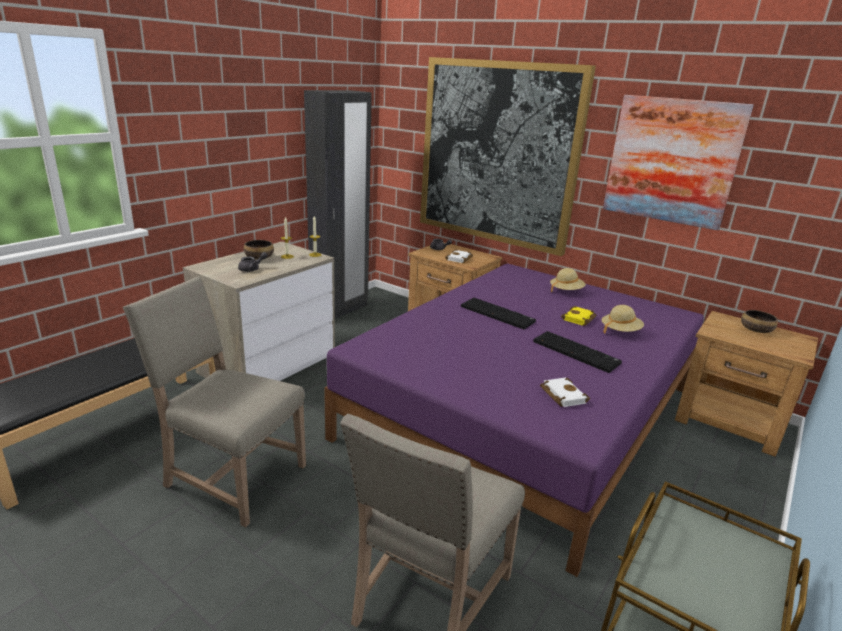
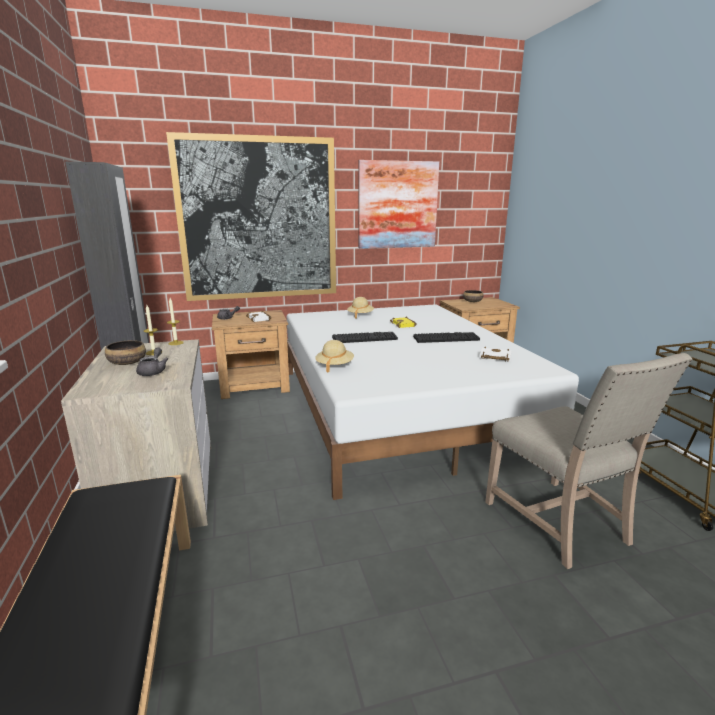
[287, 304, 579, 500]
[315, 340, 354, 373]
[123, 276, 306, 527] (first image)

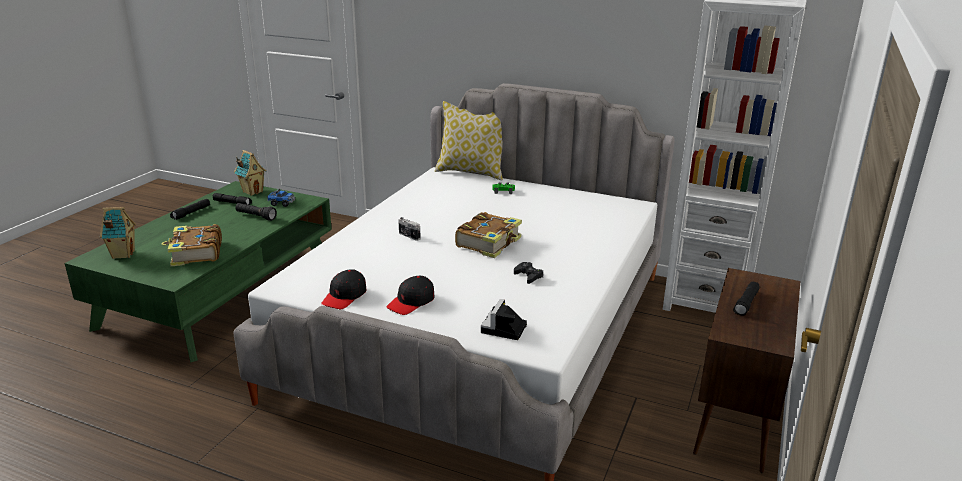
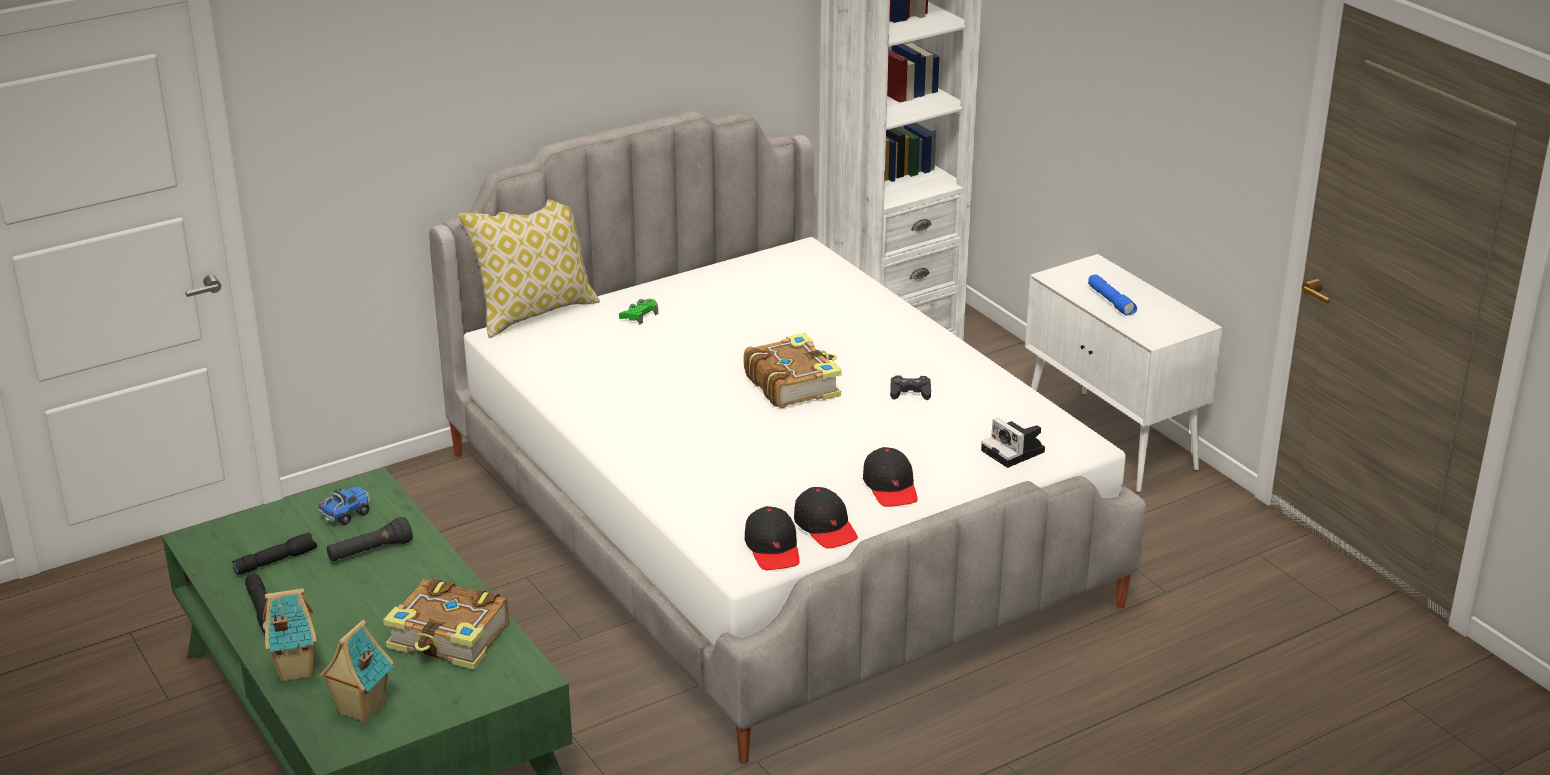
[263, 588, 317, 682]
[744, 506, 800, 570]
[1025, 254, 1222, 493]
[1088, 274, 1137, 316]
[398, 217, 421, 240] (first image)

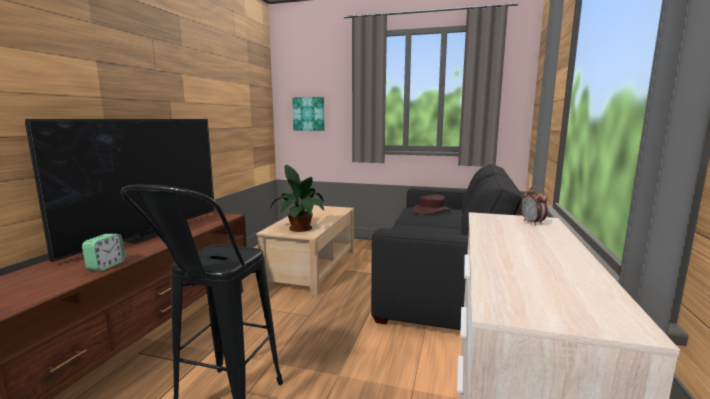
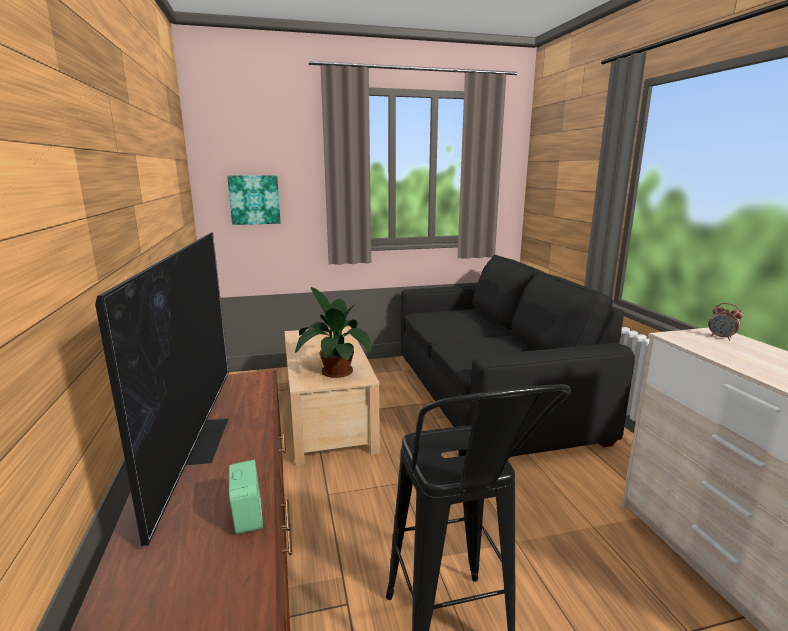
[412, 195, 450, 215] (first image)

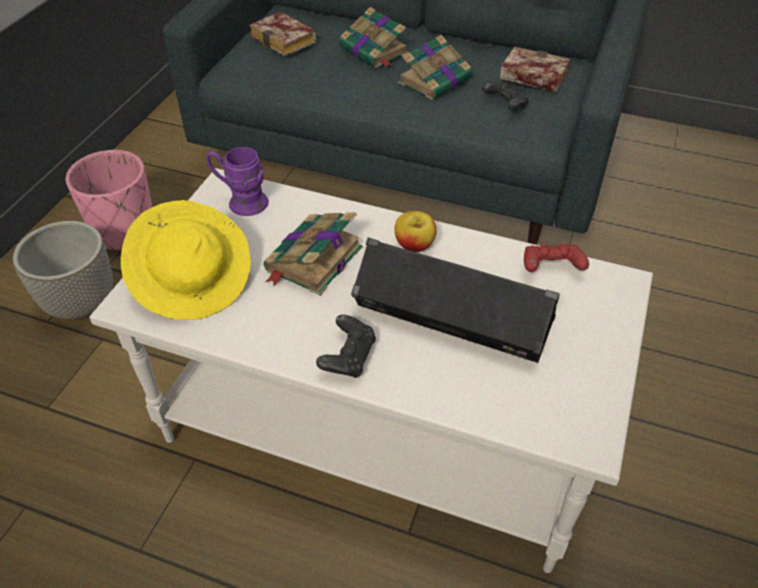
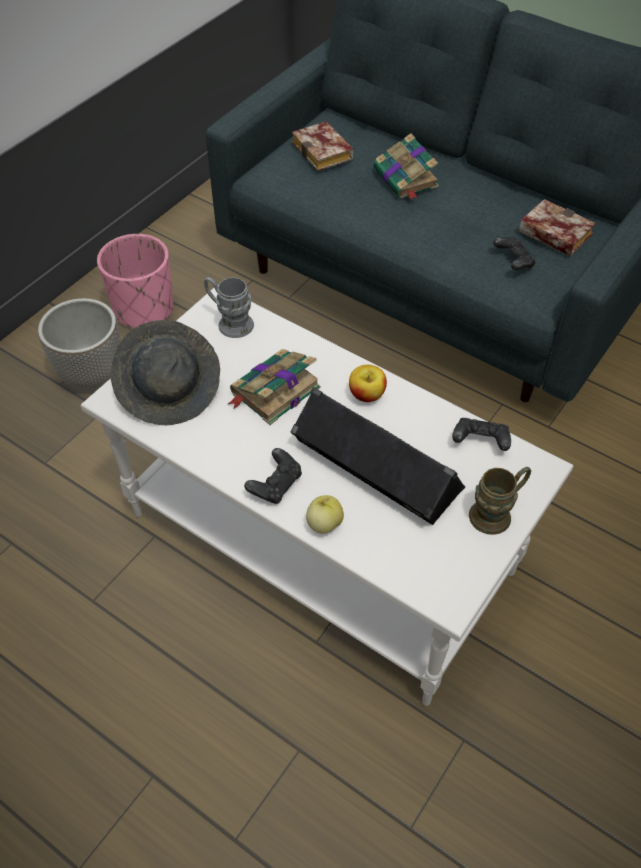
[111, 320, 220, 425]
[204, 277, 254, 338]
[306, 495, 344, 534]
[452, 418, 511, 451]
[469, 467, 531, 535]
[398, 35, 472, 100] (first image)

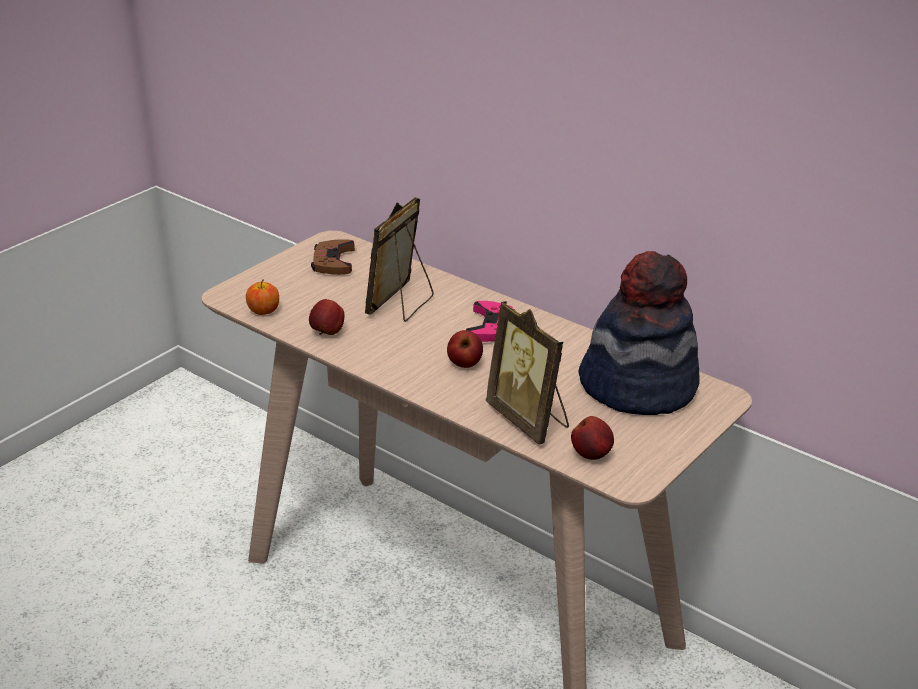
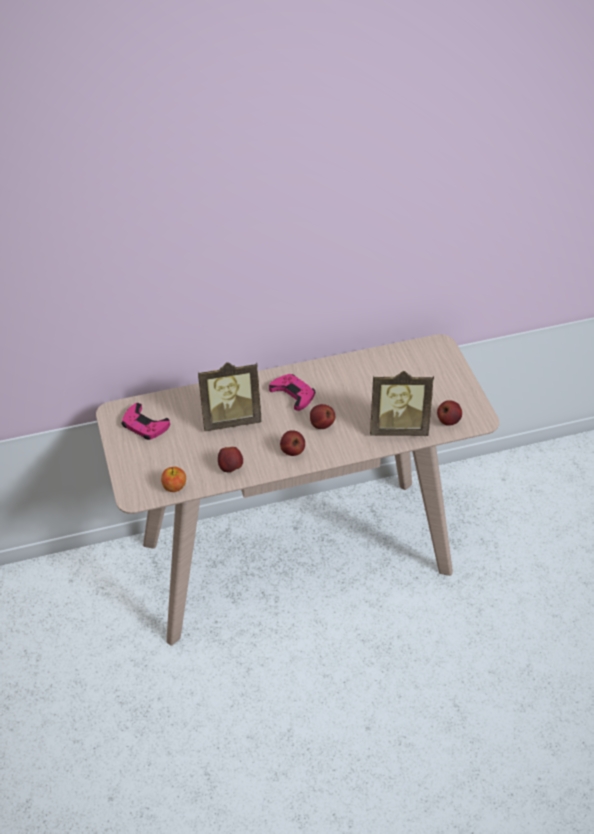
[121, 403, 170, 440]
[198, 362, 261, 431]
[280, 430, 305, 456]
[578, 251, 700, 415] (first image)

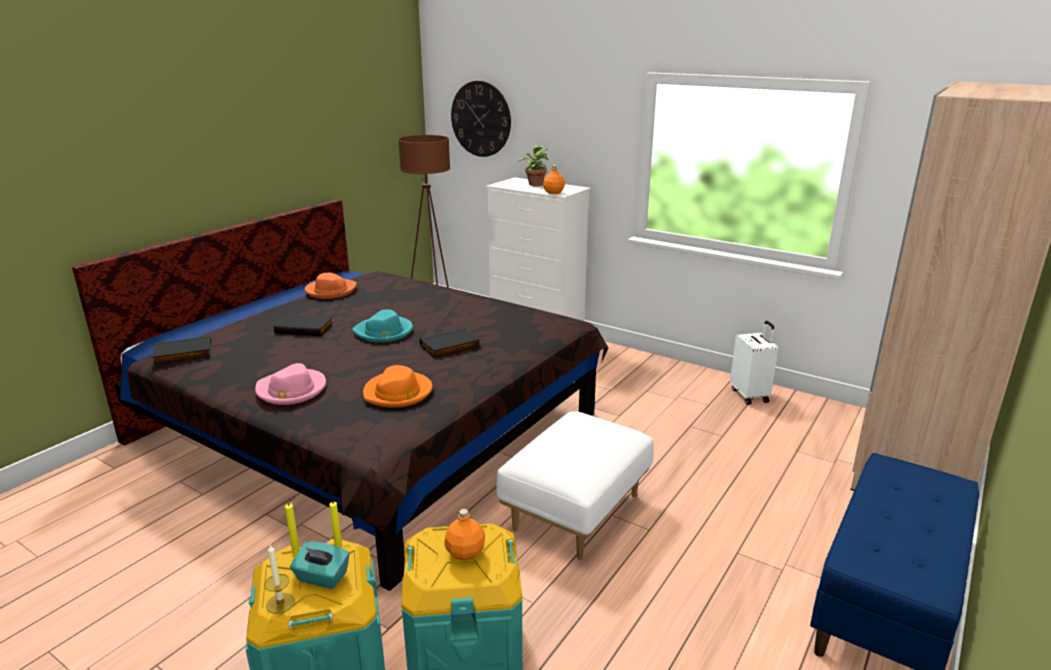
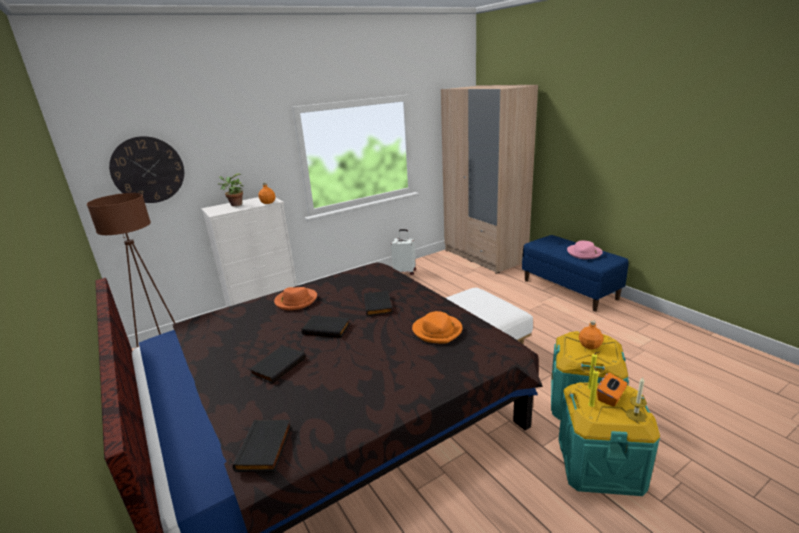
[274, 287, 317, 310]
[302, 315, 350, 338]
[567, 241, 603, 259]
[597, 373, 627, 407]

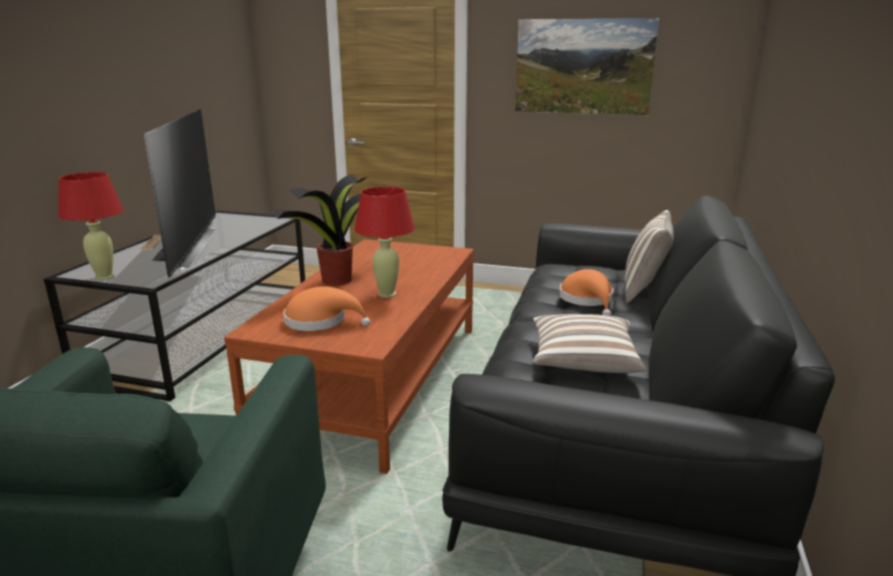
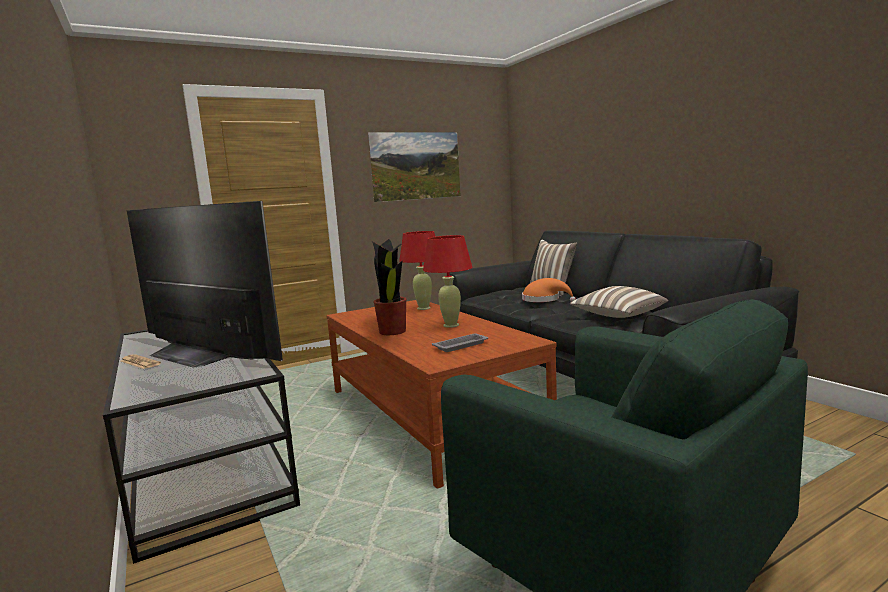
[399, 231, 436, 310]
[432, 333, 488, 352]

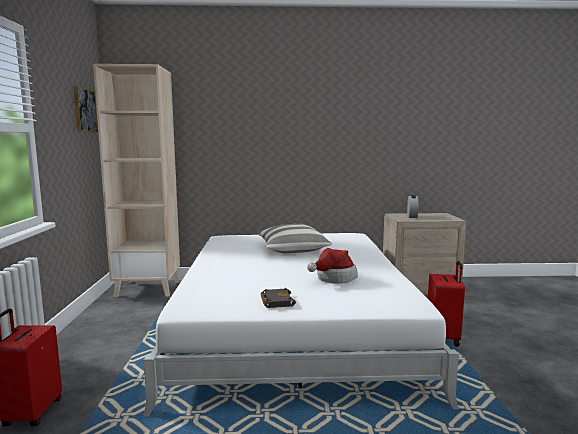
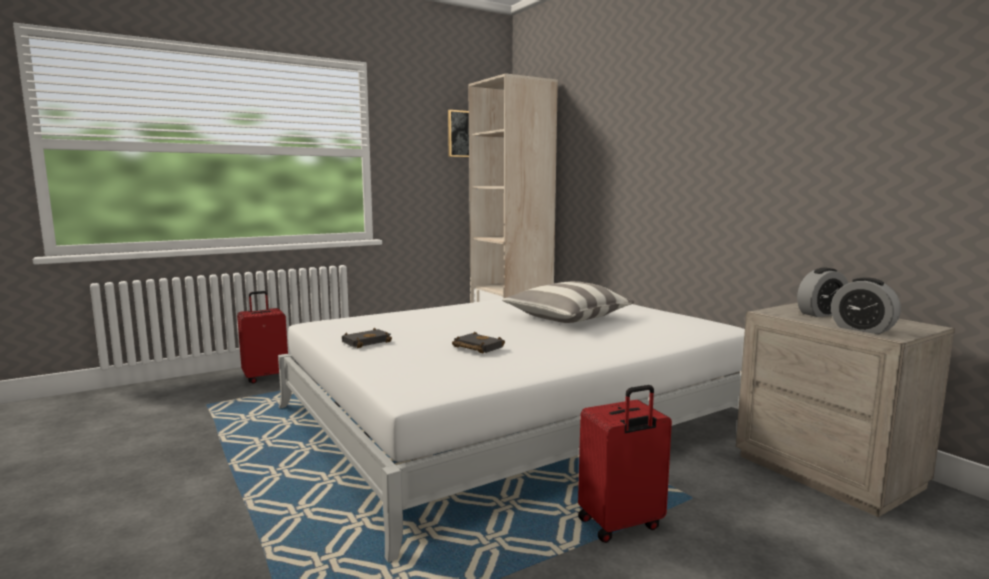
[452, 332, 505, 354]
[831, 277, 901, 334]

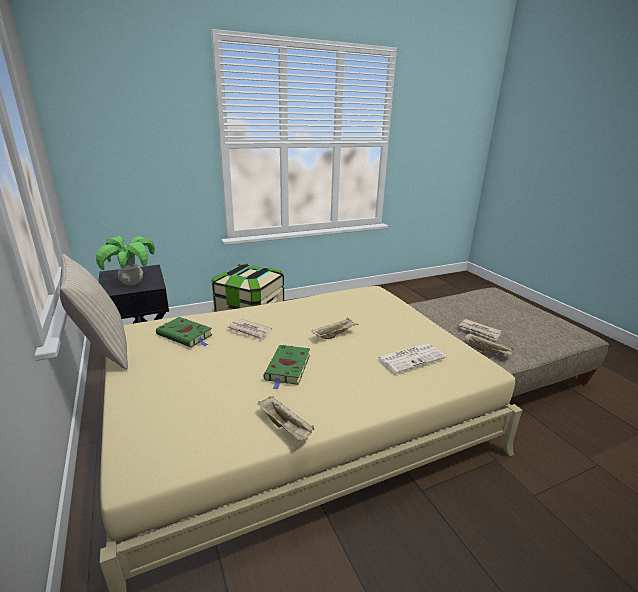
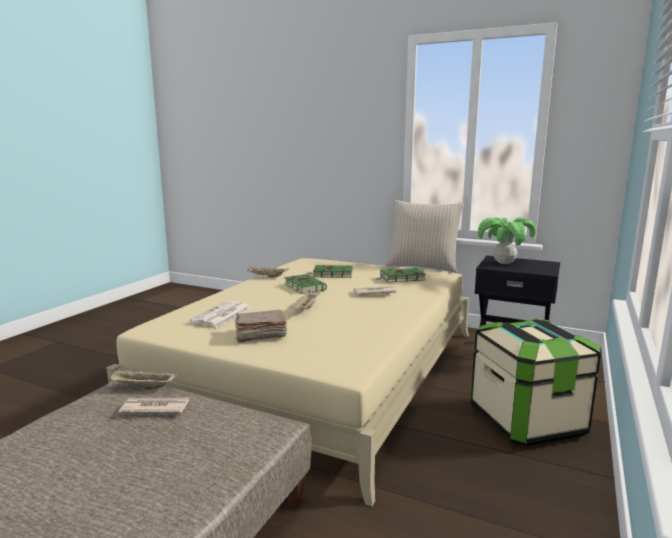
[235, 310, 287, 342]
[308, 265, 353, 278]

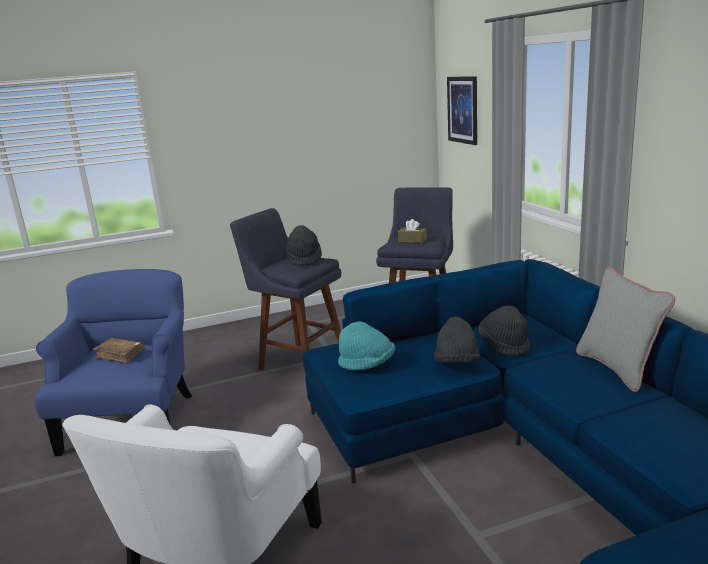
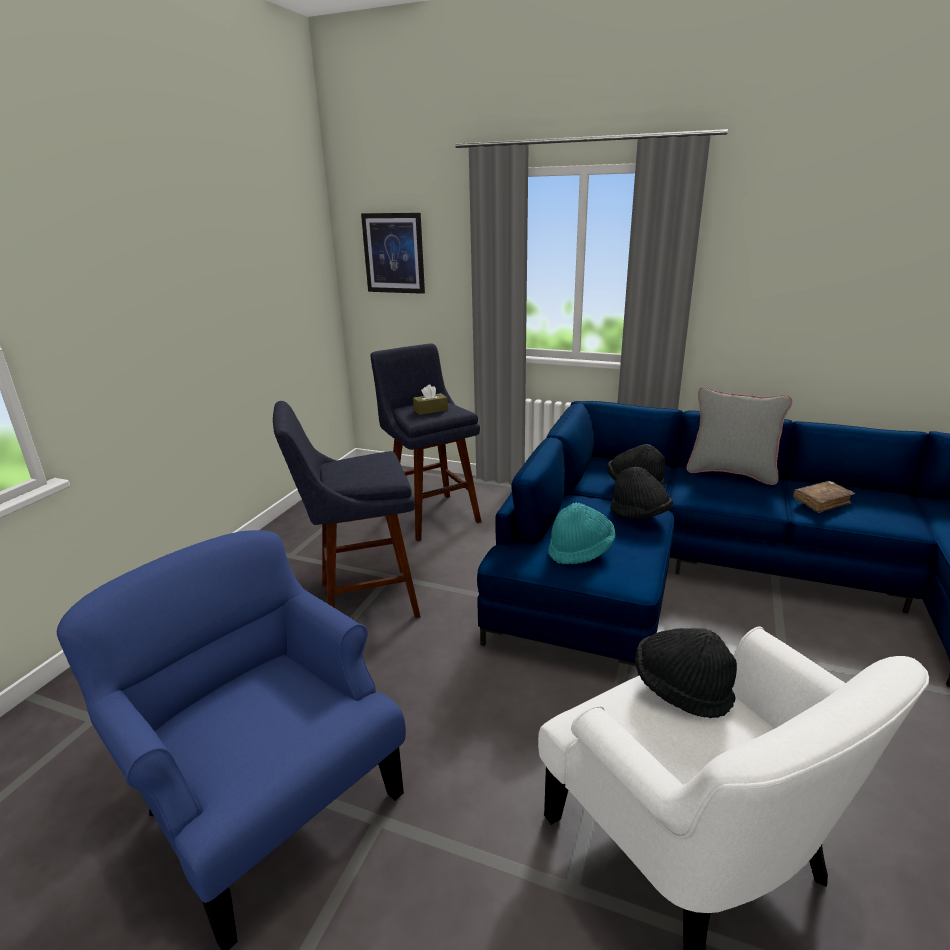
[635, 628, 737, 718]
[793, 481, 855, 513]

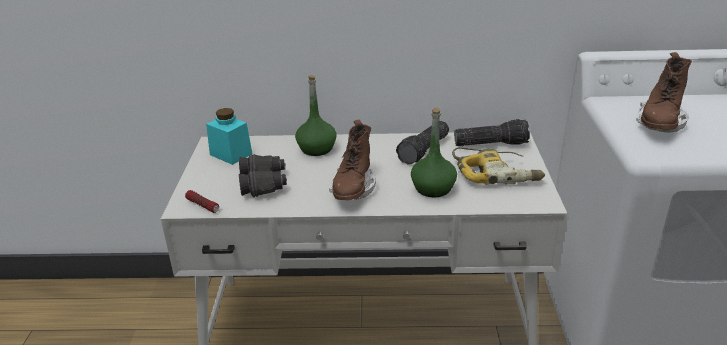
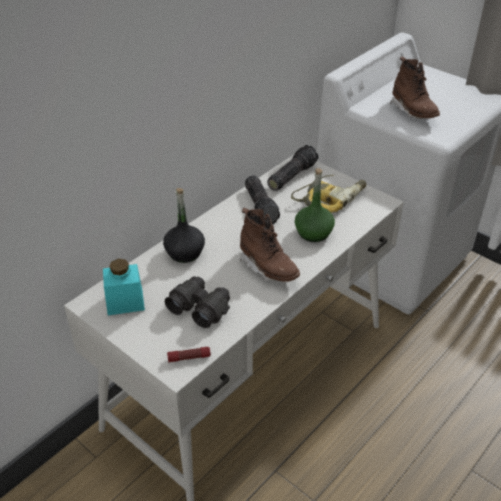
[163, 188, 205, 263]

